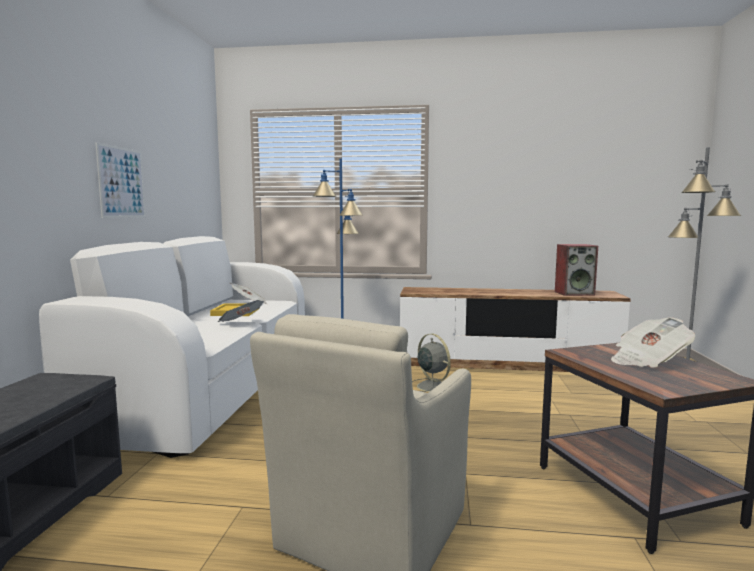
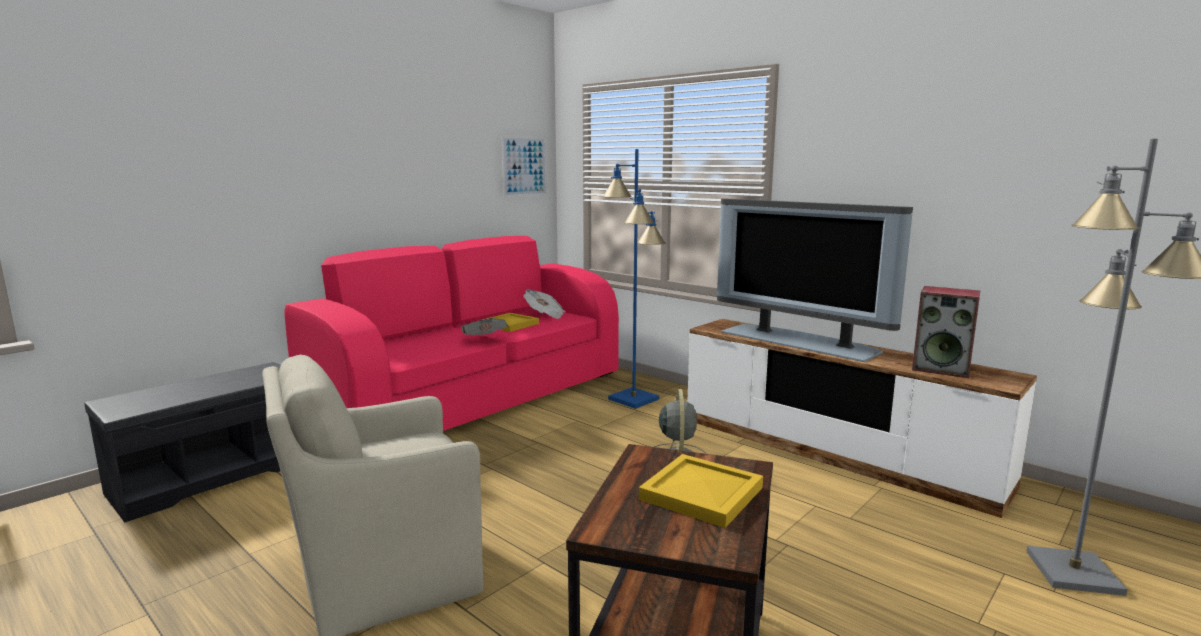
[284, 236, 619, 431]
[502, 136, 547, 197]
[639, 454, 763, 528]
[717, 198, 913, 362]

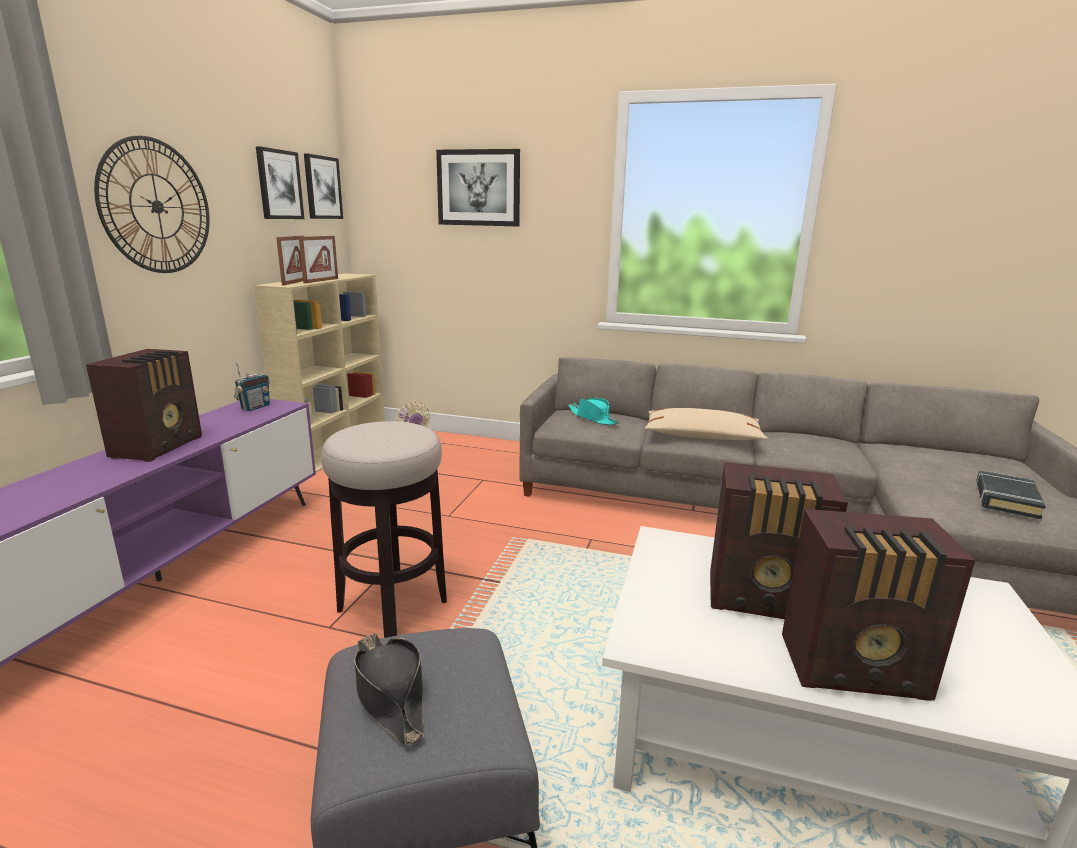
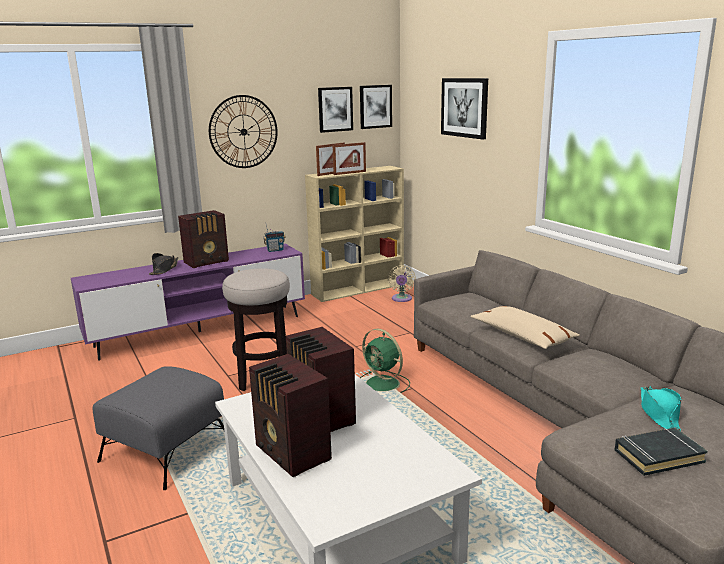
[149, 253, 178, 275]
[360, 329, 410, 393]
[641, 386, 681, 431]

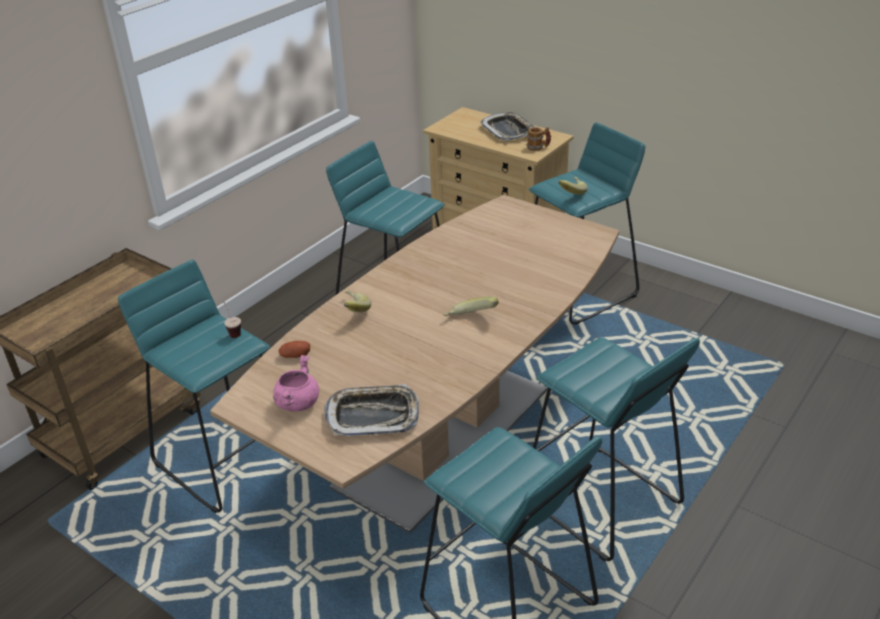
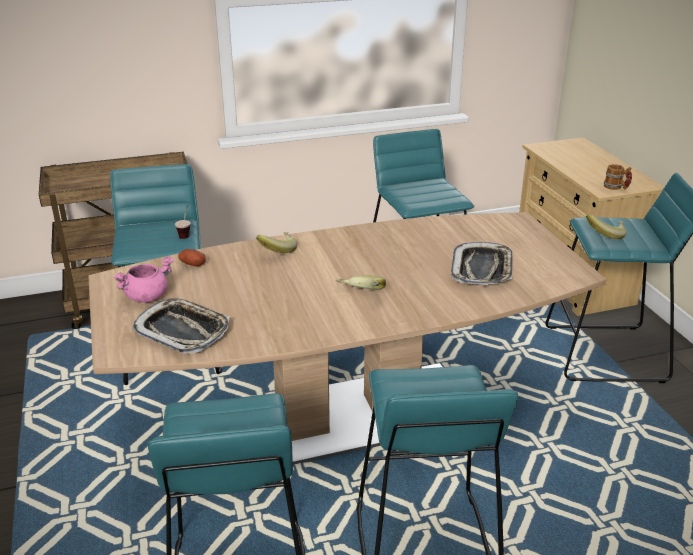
[451, 242, 512, 285]

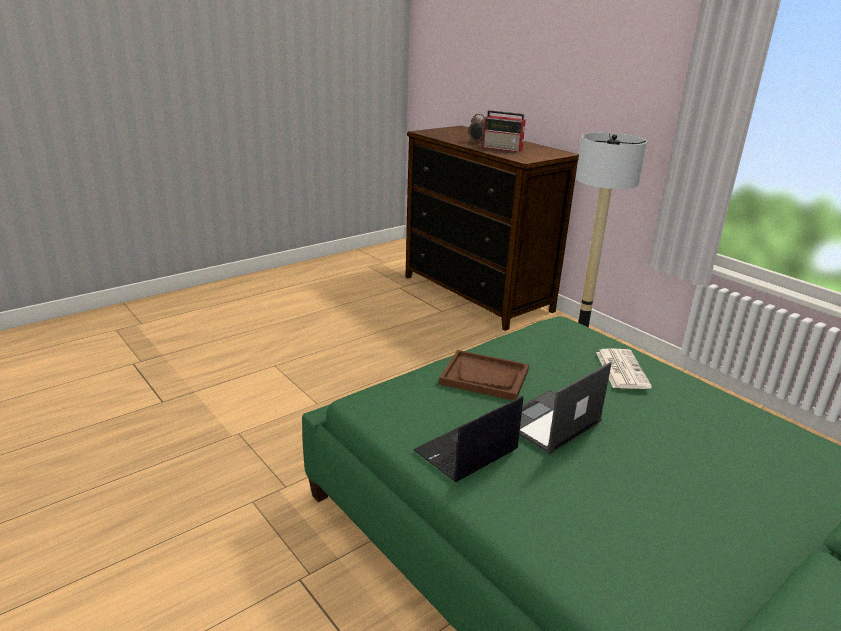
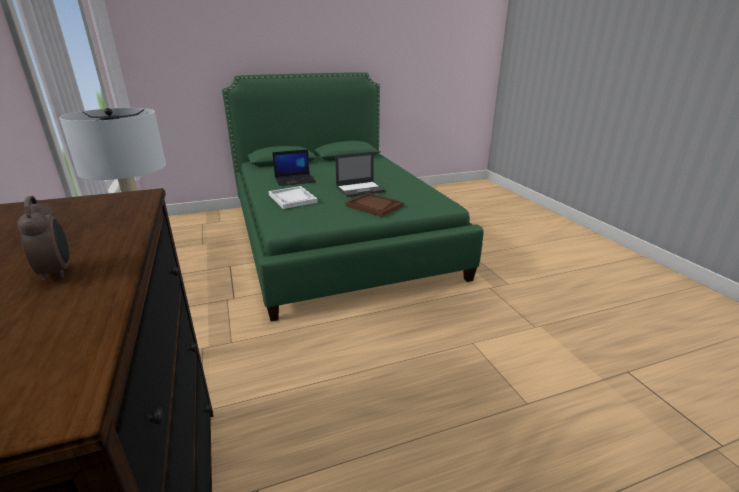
[269, 186, 318, 209]
[272, 149, 316, 186]
[483, 110, 526, 152] (first image)

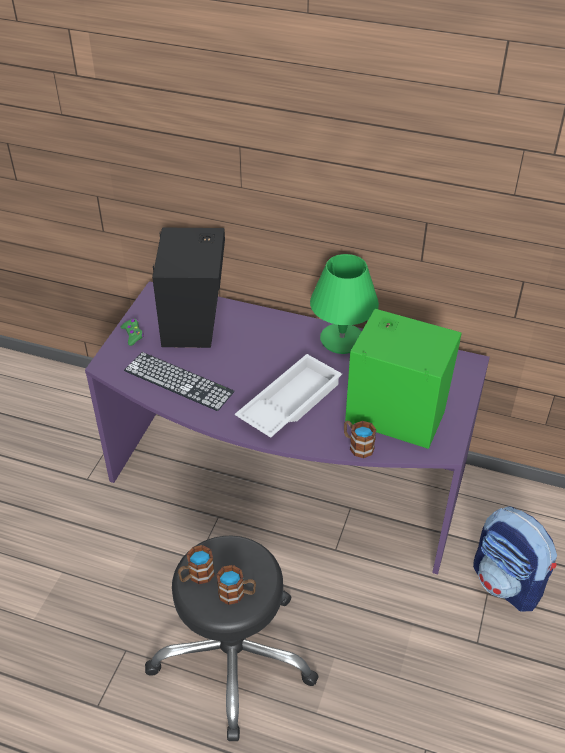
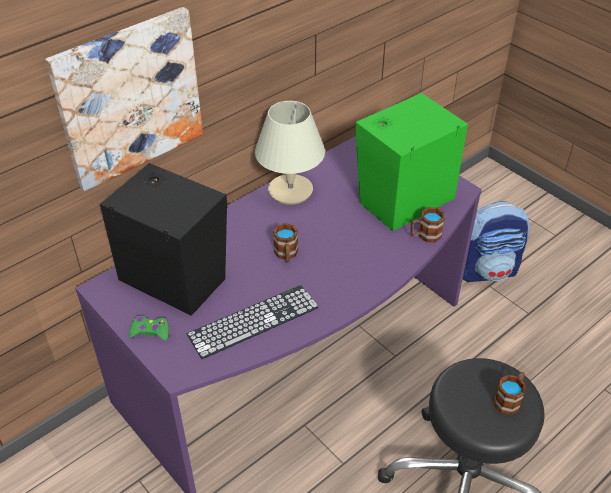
[46, 7, 203, 191]
[255, 101, 325, 205]
[273, 223, 298, 263]
[235, 354, 342, 438] (first image)

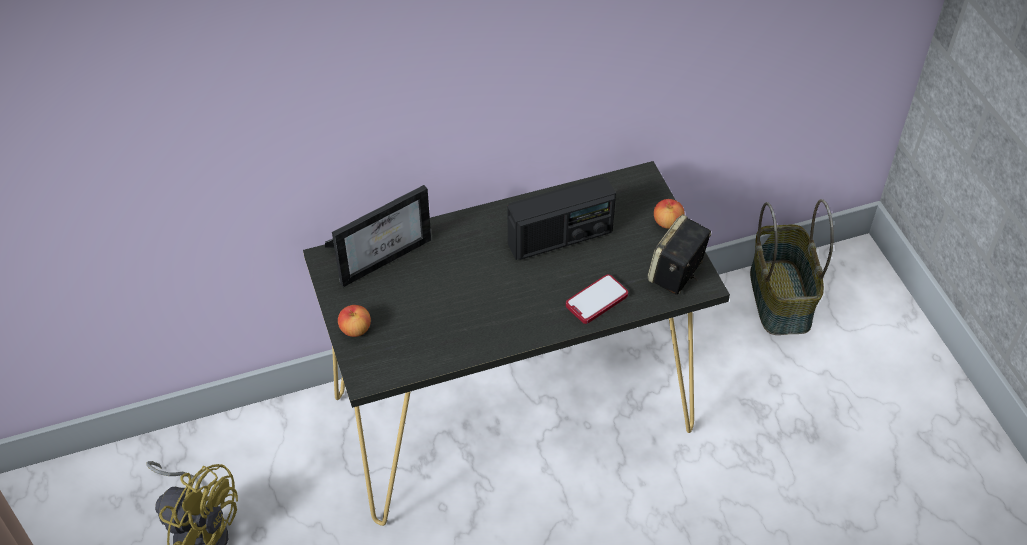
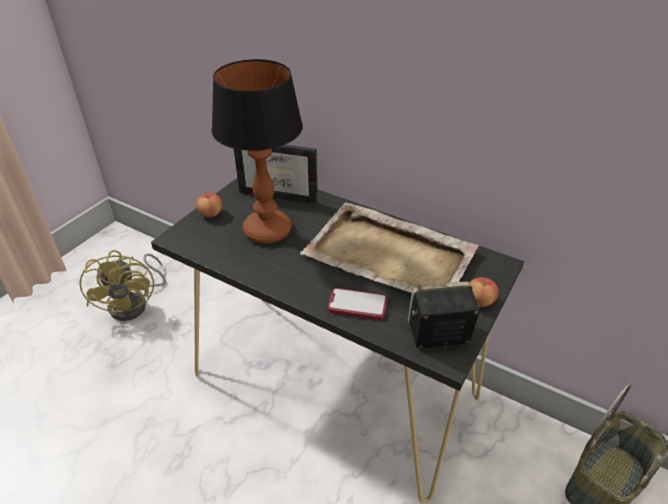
[211, 59, 303, 244]
[300, 202, 479, 293]

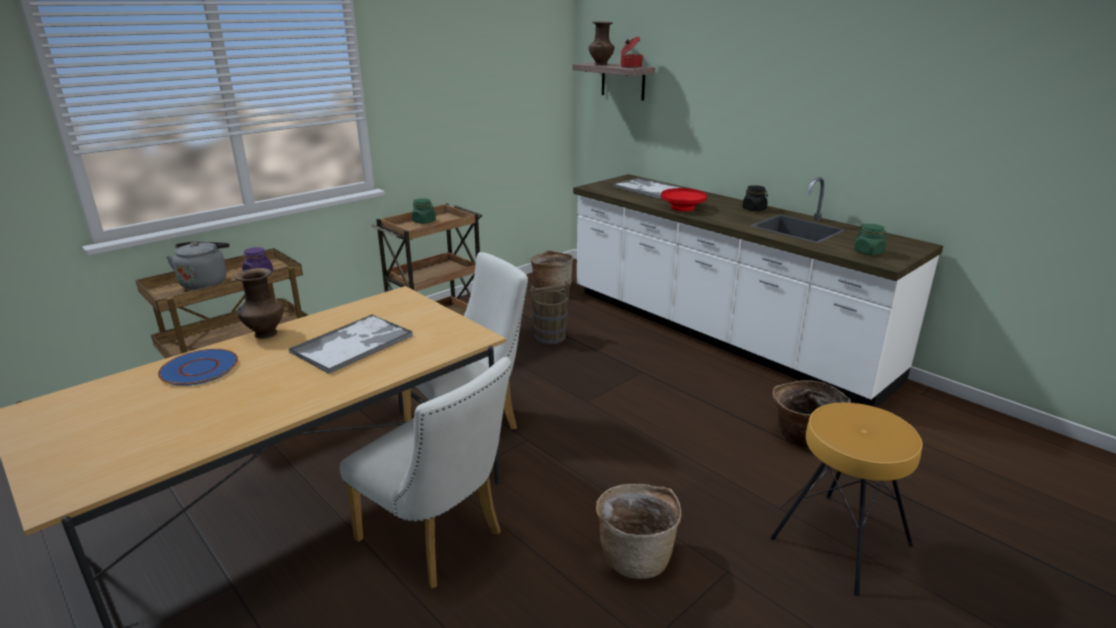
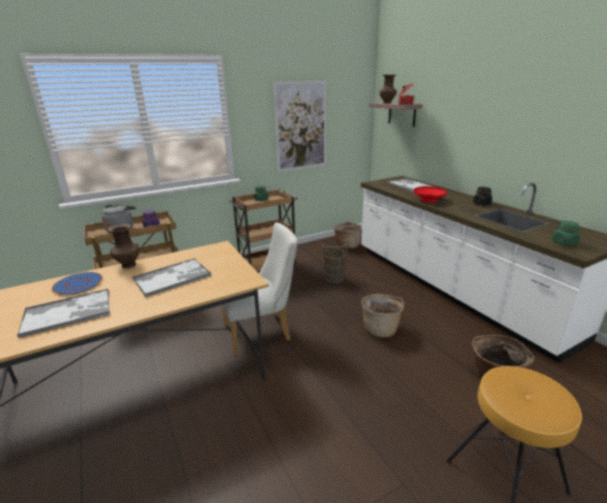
[17, 289, 110, 338]
[273, 80, 326, 172]
[361, 294, 404, 337]
[340, 357, 512, 588] (first image)

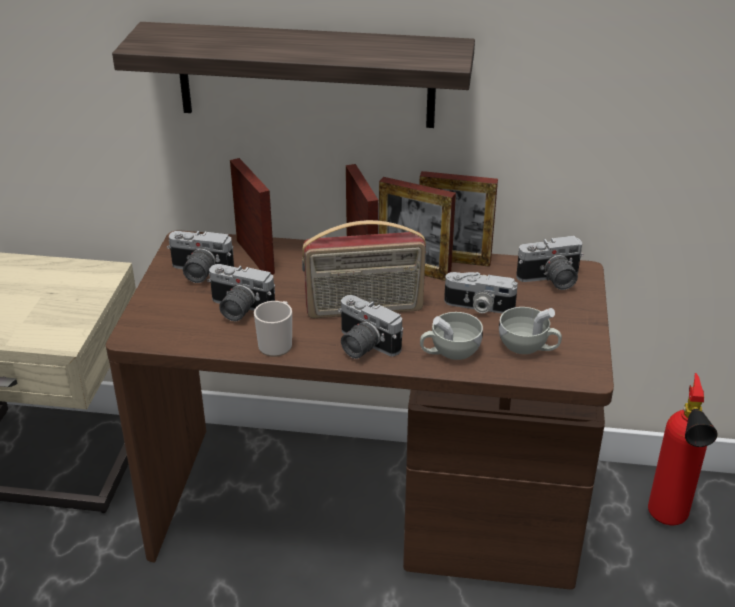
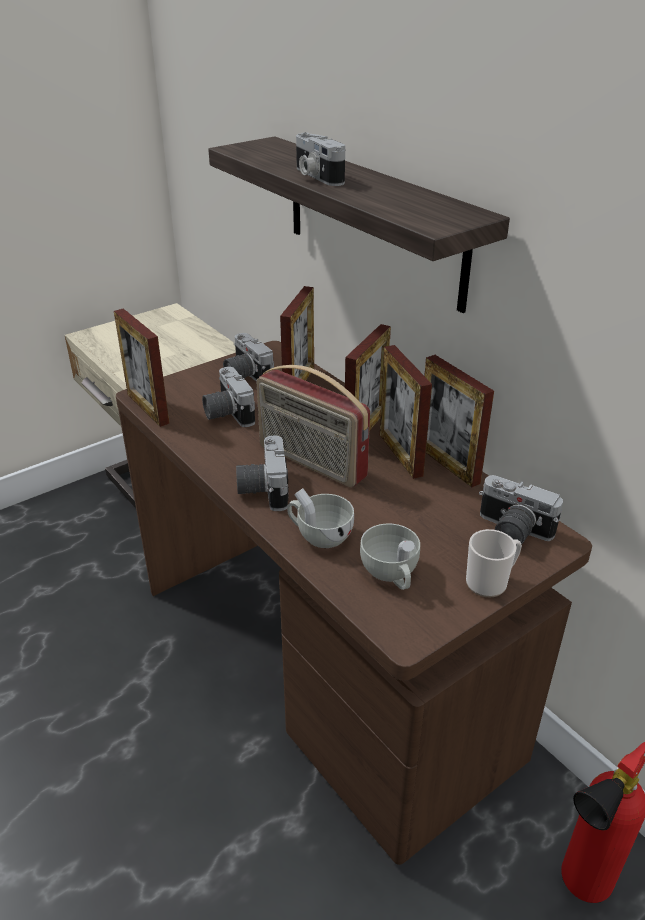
[114, 308, 169, 427]
[296, 132, 345, 186]
[466, 529, 522, 597]

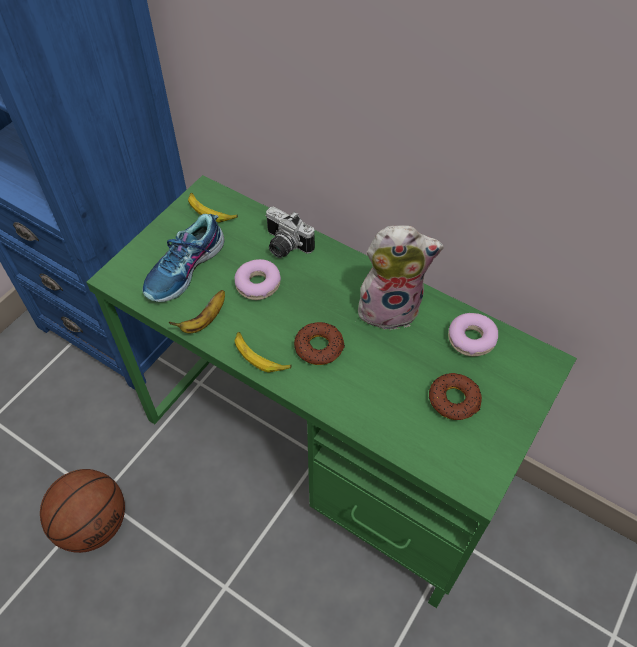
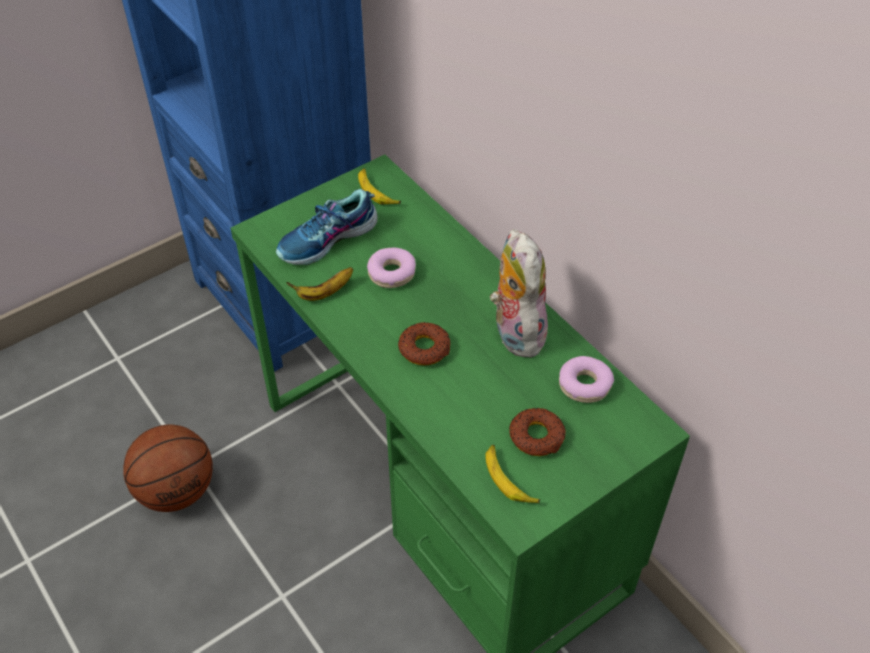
[485, 445, 540, 504]
[490, 229, 548, 358]
[265, 207, 315, 258] (first image)

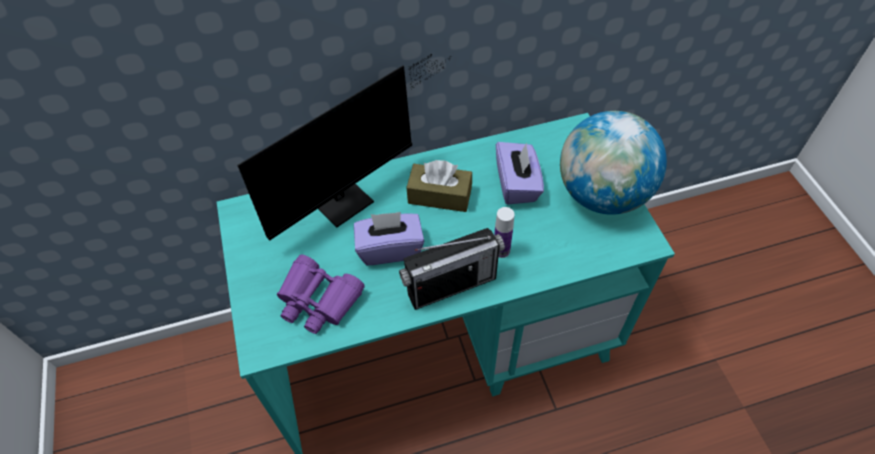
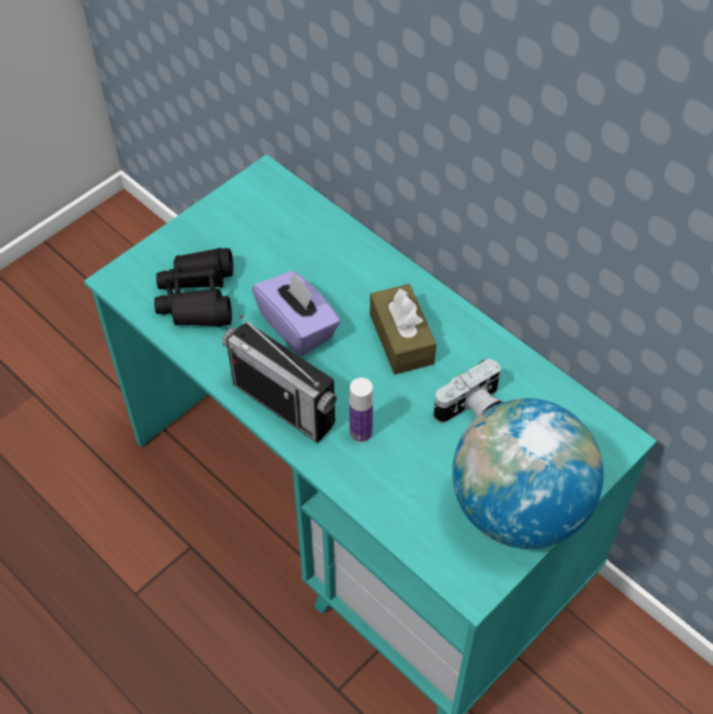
[154, 248, 233, 327]
[433, 358, 502, 423]
[237, 54, 451, 240] (first image)

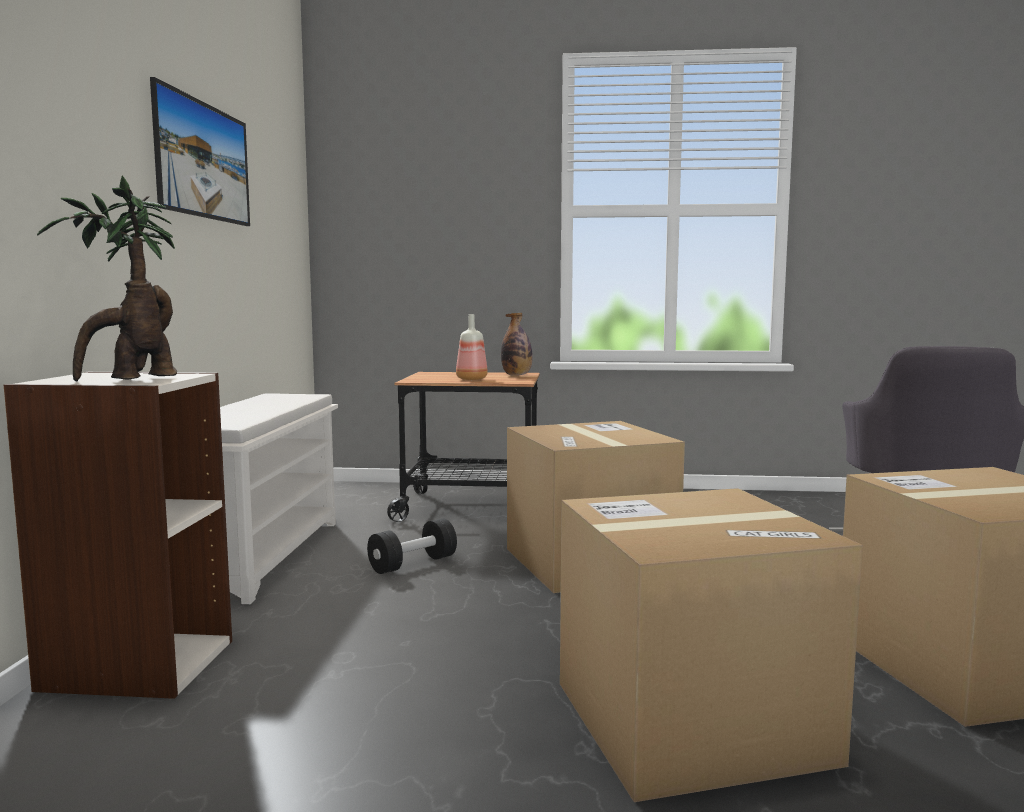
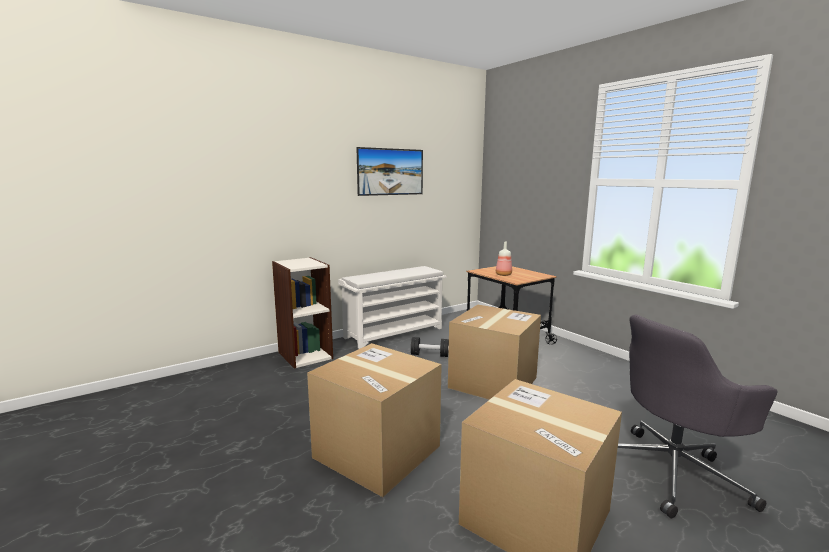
[37, 176, 177, 382] (first image)
[501, 313, 533, 375] (first image)

